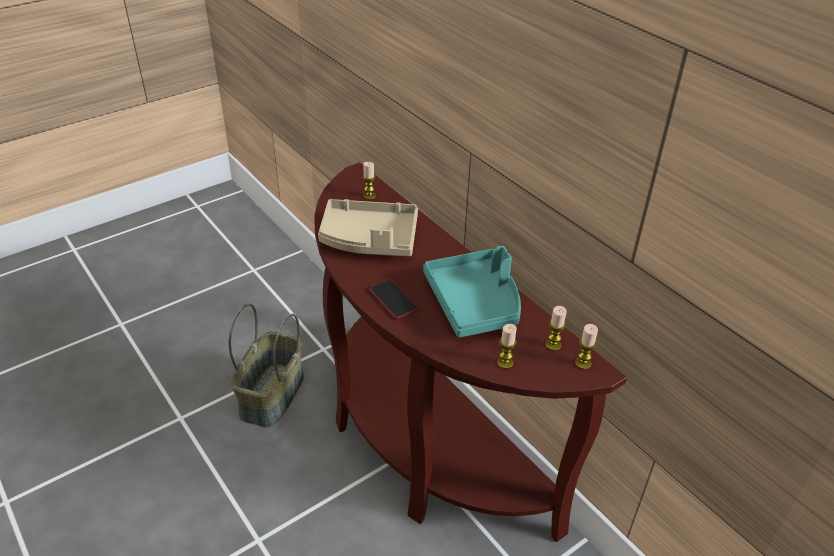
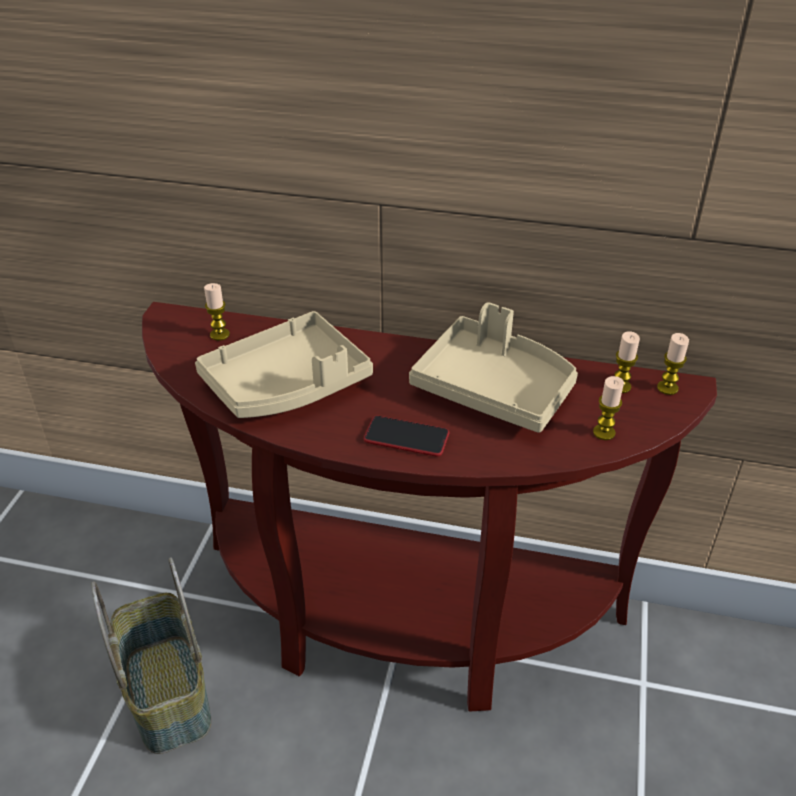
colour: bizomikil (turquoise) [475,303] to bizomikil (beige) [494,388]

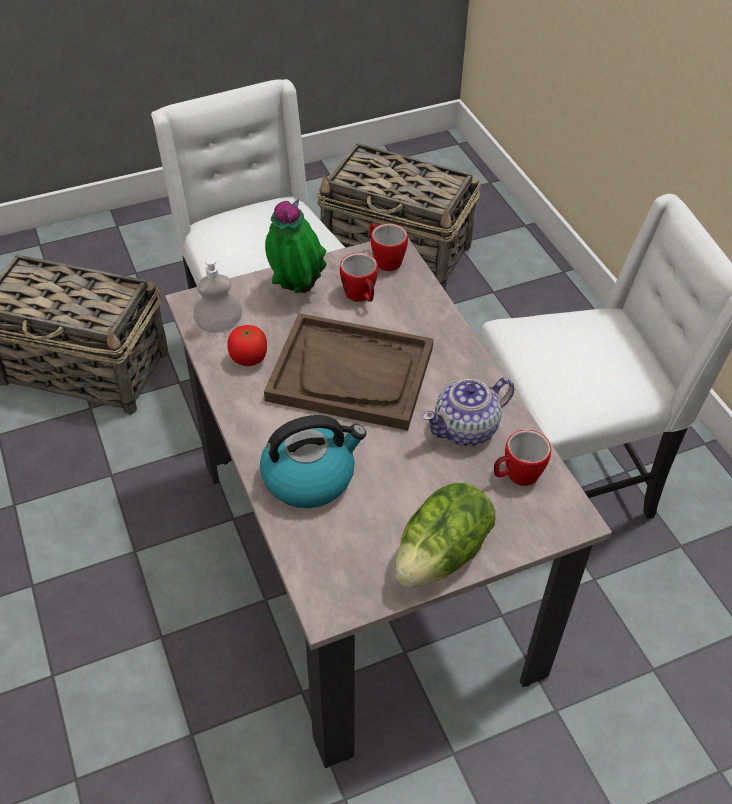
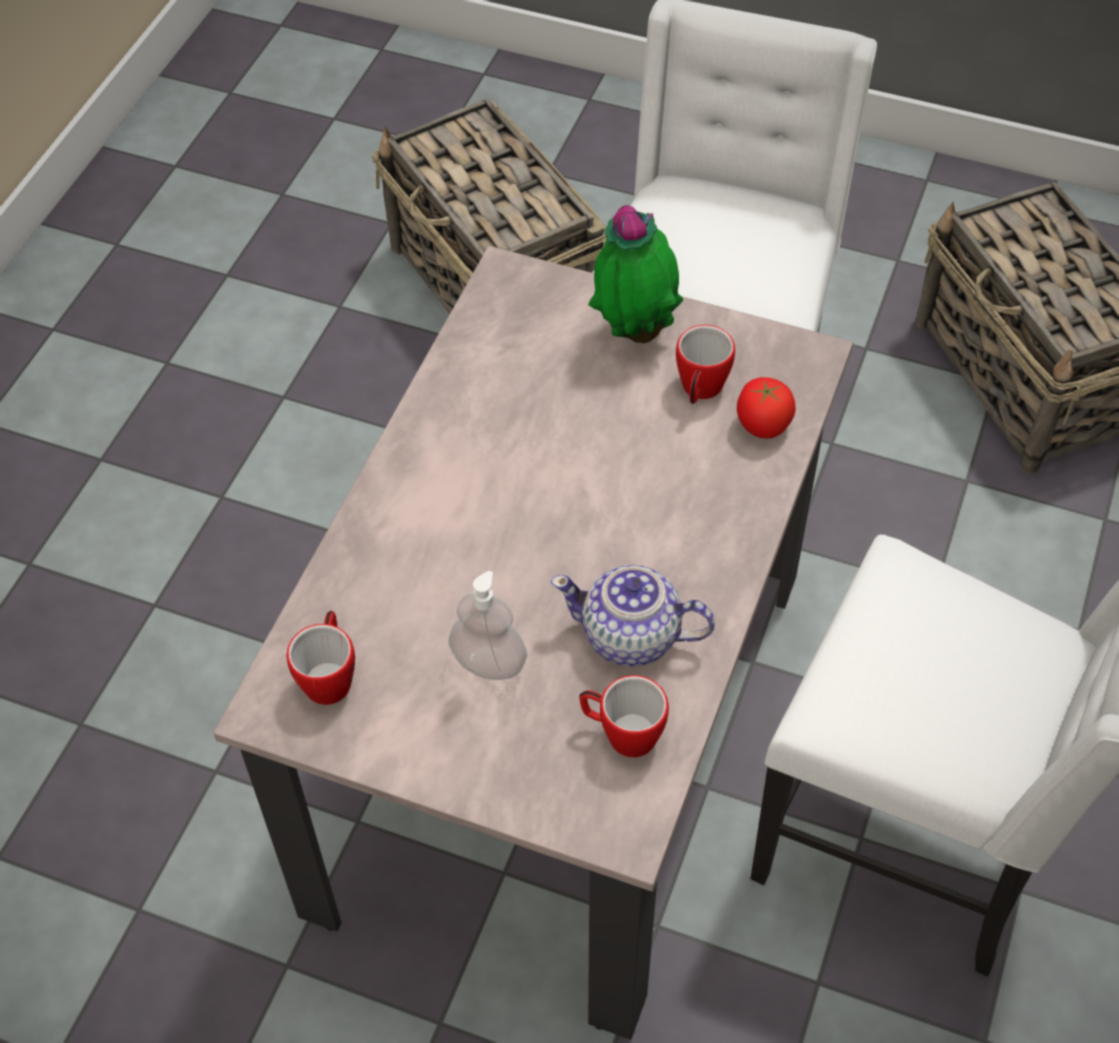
missing: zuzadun [310,476]; bizomikil (brown) [351,374]; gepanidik [443,555]
relocated: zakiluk [384,259] to [330,675]; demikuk [219,325] to [489,663]; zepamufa [248,359] to [762,426]

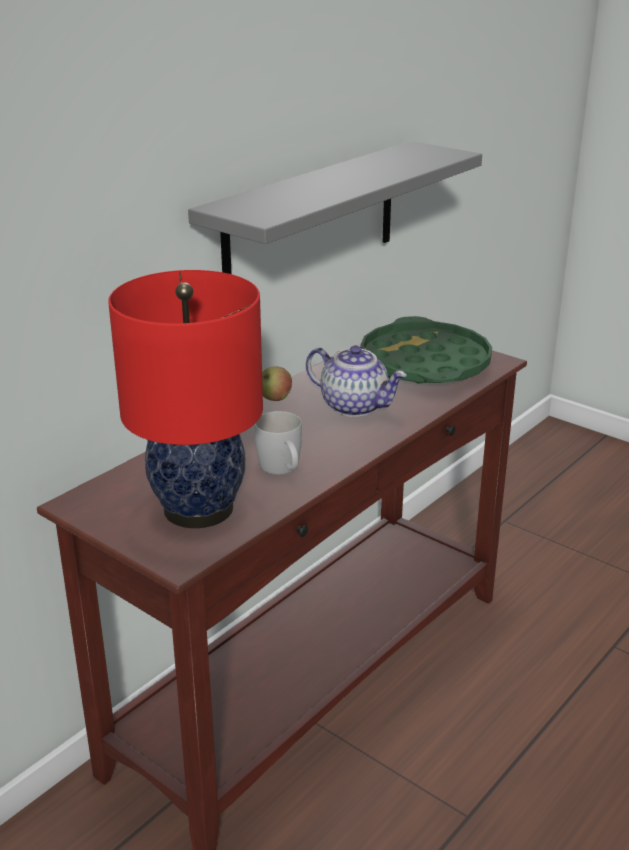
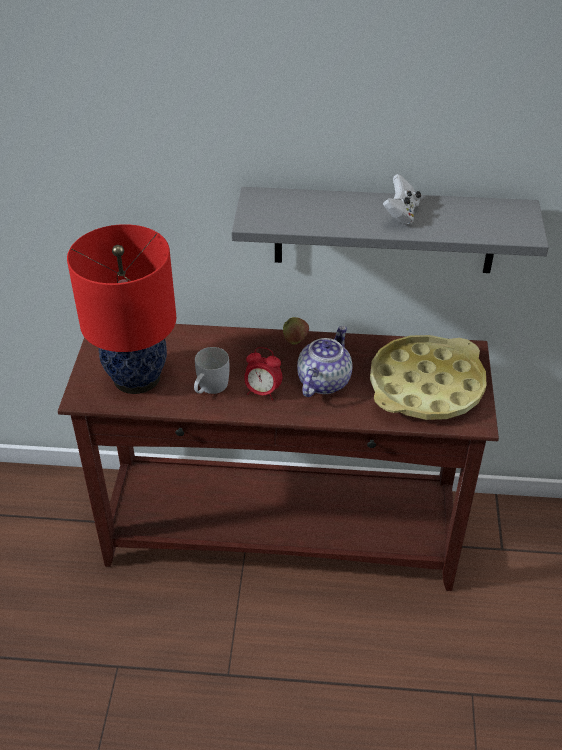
appeared: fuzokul [262,392]; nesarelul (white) [401,214]
colour: bizomikil (green) [424,364] to bizomikil (yellow) [426,385]
spun: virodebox [355,406] = [323,381] 150 degrees counterclockwise

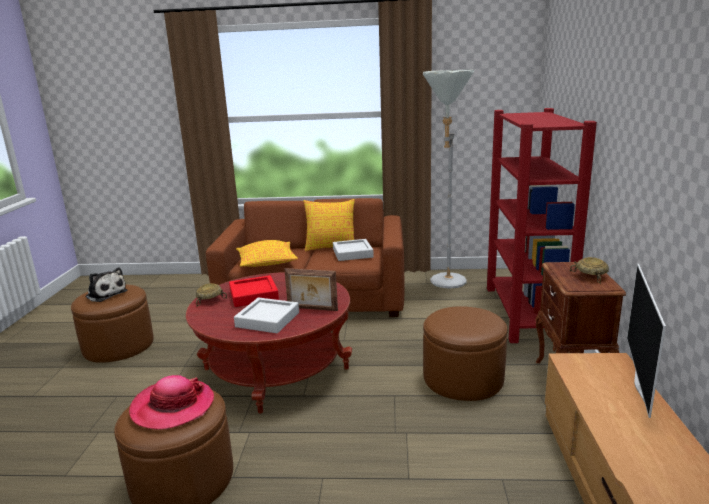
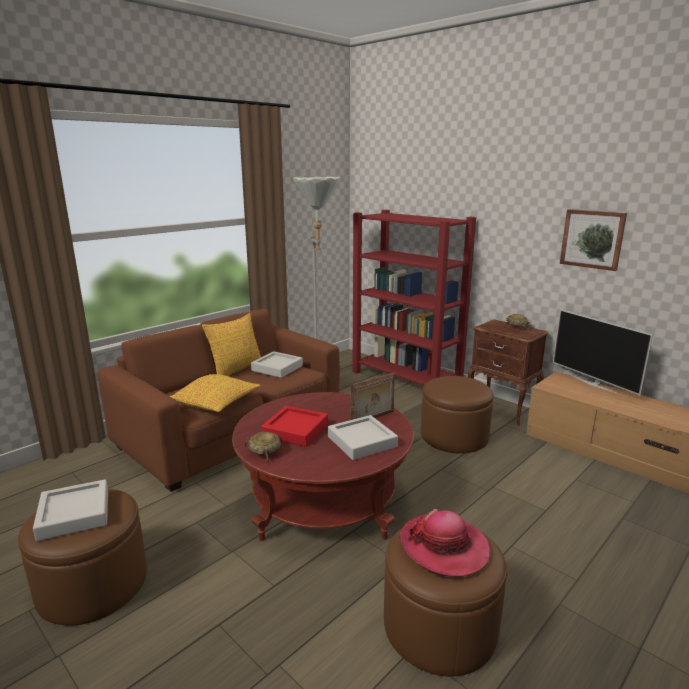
appeared: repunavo [592,239]
exchanged: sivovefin [105,294] to bizomikil (grey) [74,514]

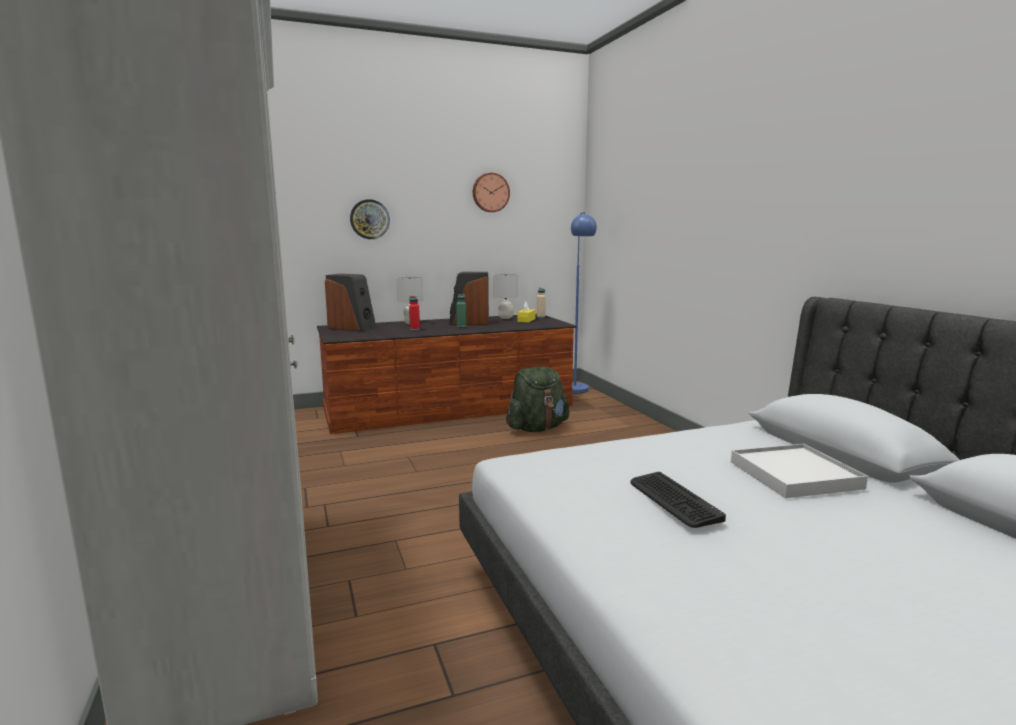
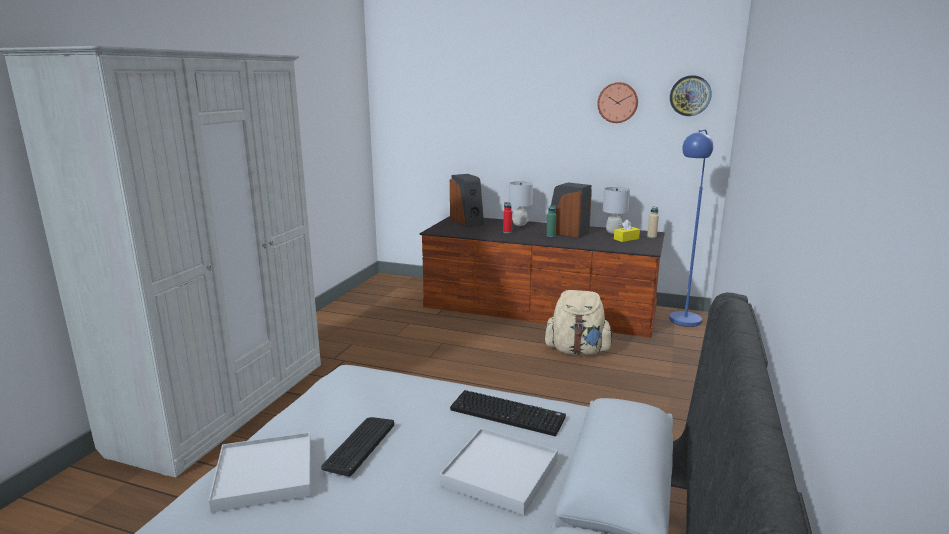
appeared: bizomikil (white) [264,475]; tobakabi [509,413]
relocated: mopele [369,219] to [690,95]
colour: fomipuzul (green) [537,429] to fomipuzul (beige) [577,351]

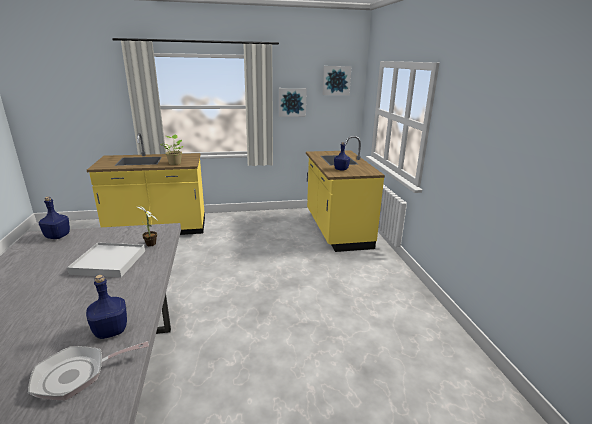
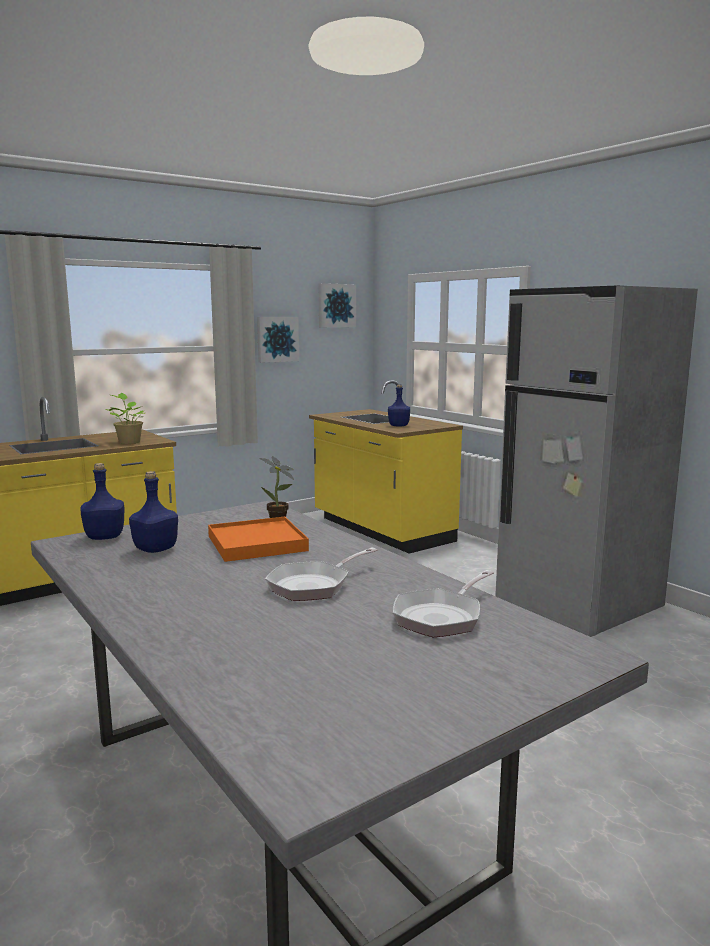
appeared: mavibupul [313,585]; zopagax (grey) [580,602]
relocated: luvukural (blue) [112,330] to [156,549]
colour: bizomikil (white) [109,262] to bizomikil (orange) [257,543]

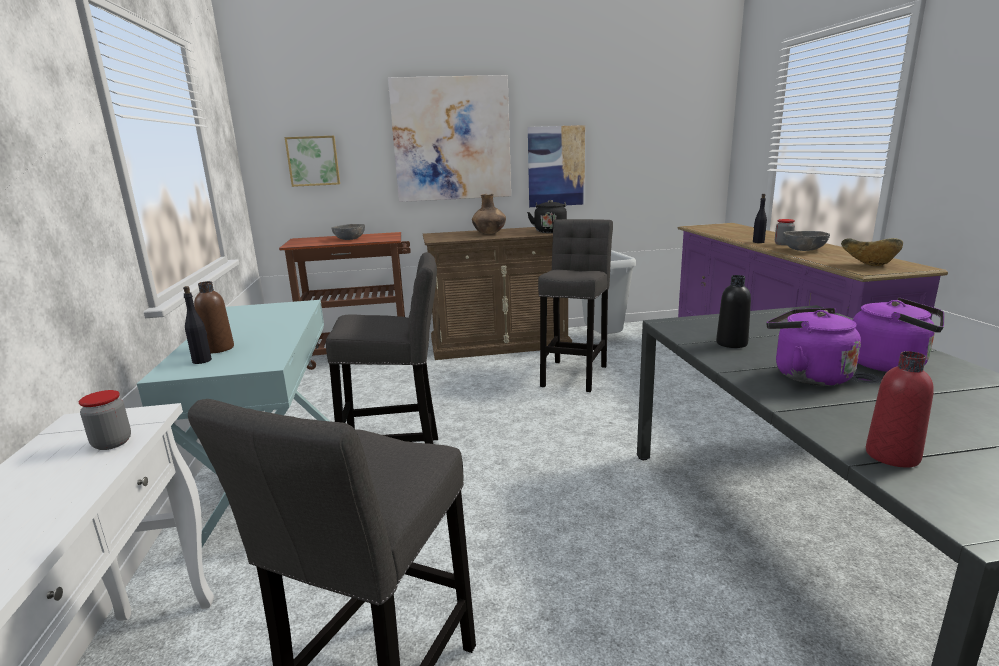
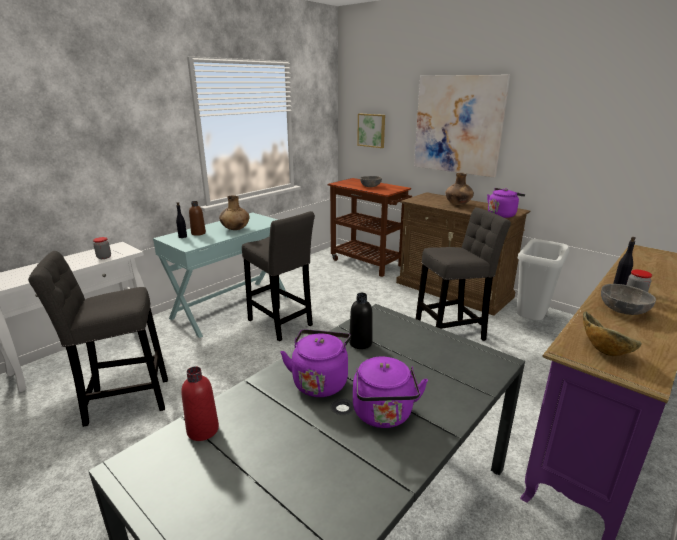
missing: repunavo [556,166]
appeared: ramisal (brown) [235,229]
colour: zuzadun (black) [550,231] to zuzadun (purple) [502,215]

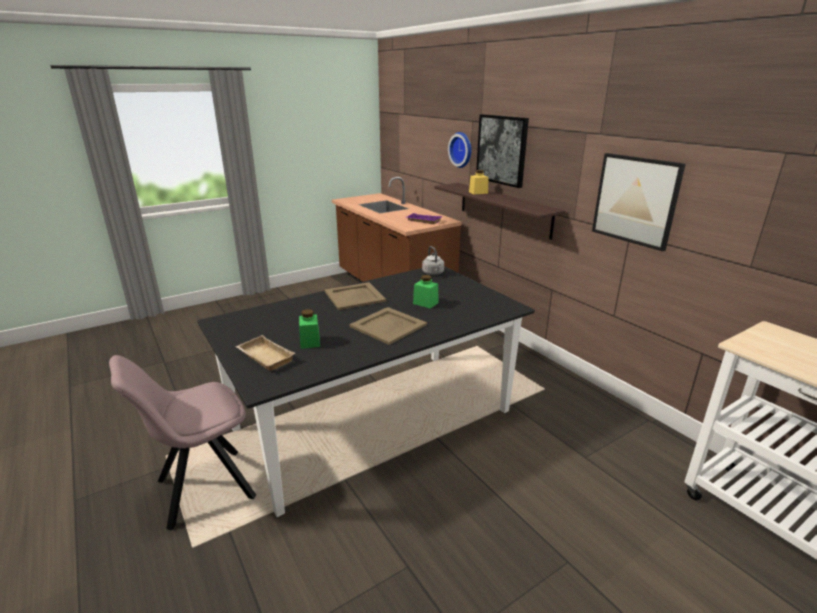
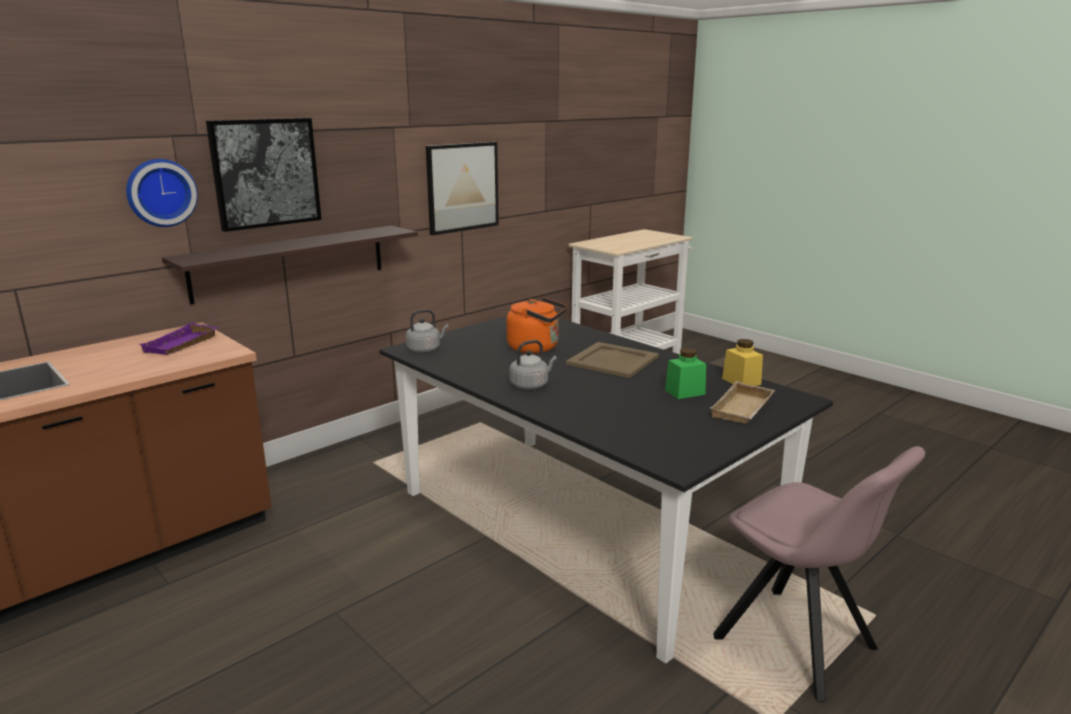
relocated: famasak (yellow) [478,192] to [741,381]
exchanged: famasak (green) [425,303] to zuzadun (orange) [536,348]; bizomikil (beige) [355,296] to zuzadun (grey) [531,385]

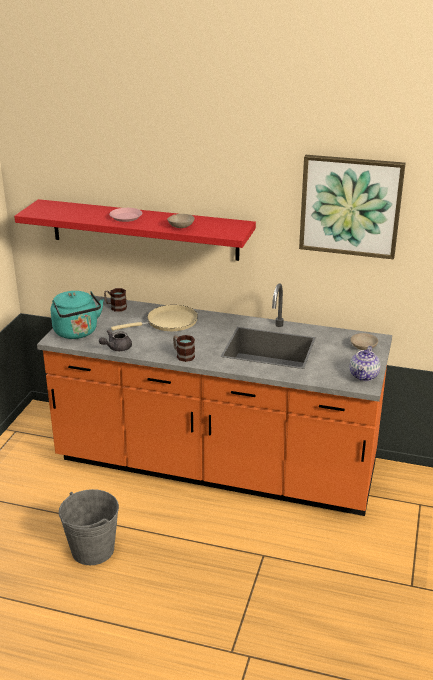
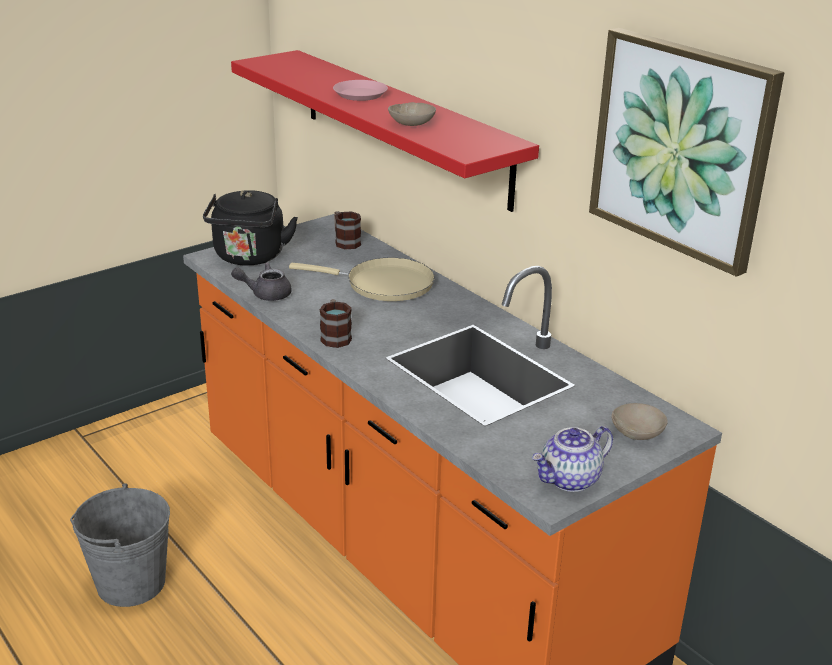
colour: zuzadun (turquoise) [77,333] to zuzadun (black) [249,258]

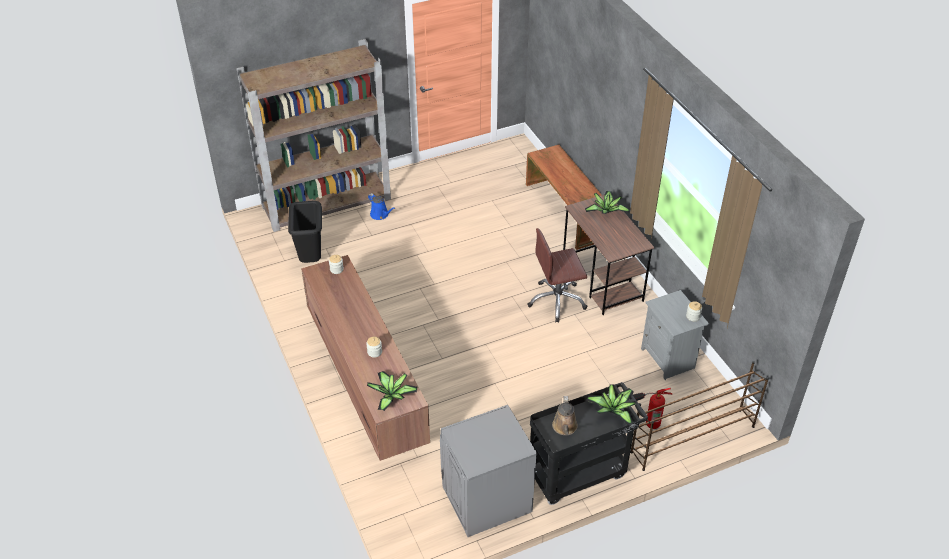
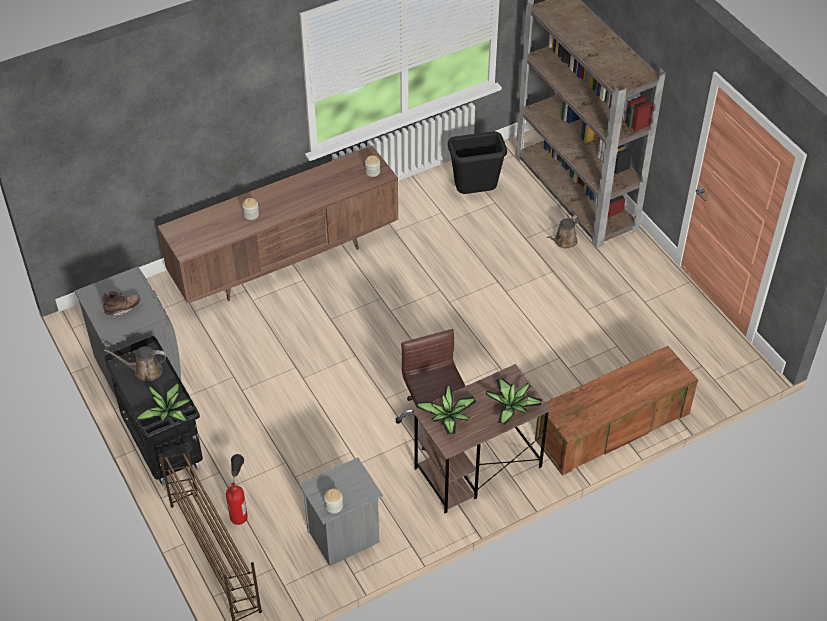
appeared: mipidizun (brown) [123,309]
relocated: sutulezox [392,395] to [448,417]
colour: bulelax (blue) [380,215] to bulelax (brown) [564,242]

